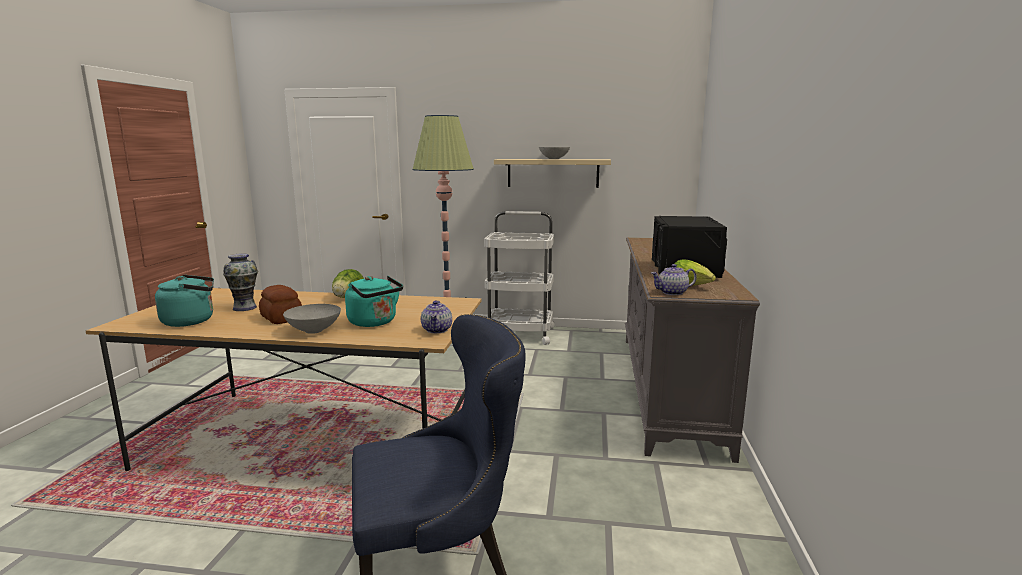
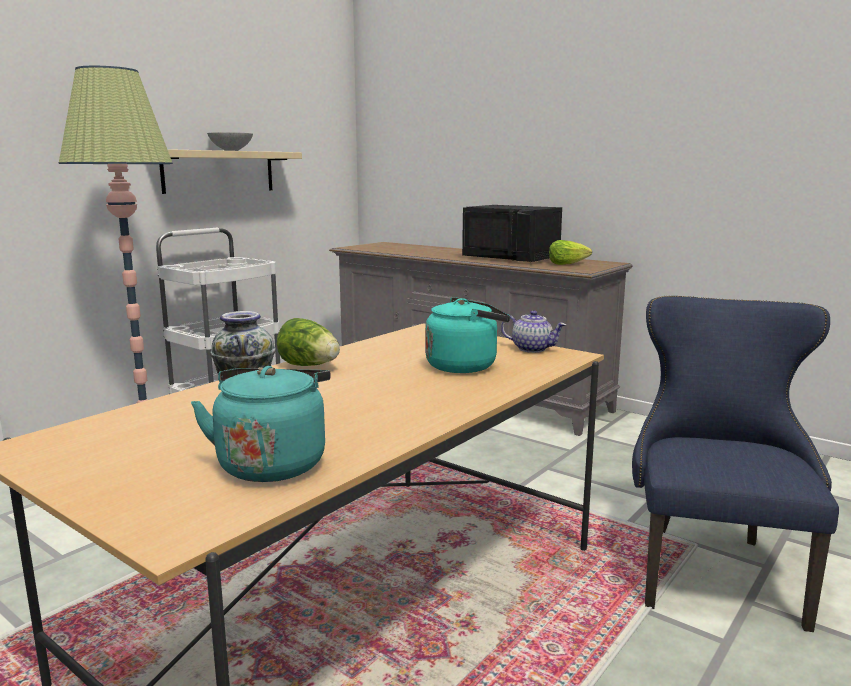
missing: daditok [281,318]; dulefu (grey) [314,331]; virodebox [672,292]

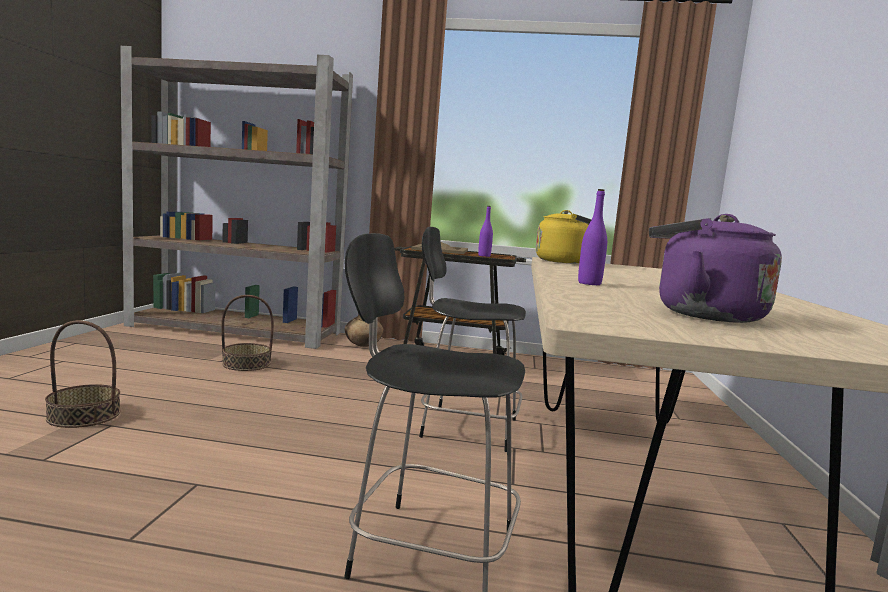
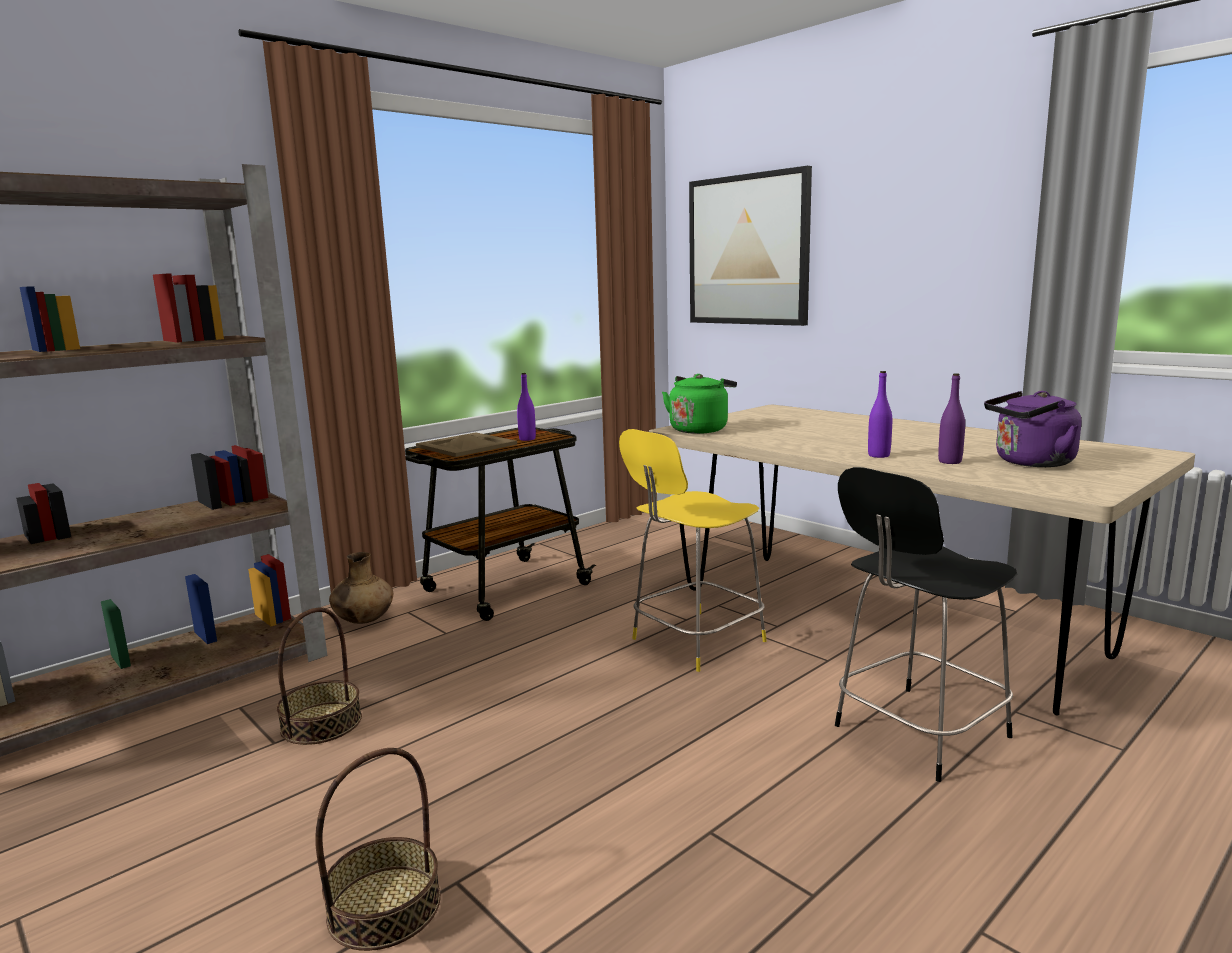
appeared: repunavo [748,250]; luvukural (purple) [950,462]
colour: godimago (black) [465,427] to godimago (yellow) [694,641]; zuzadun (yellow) [564,261] to zuzadun (green) [700,429]

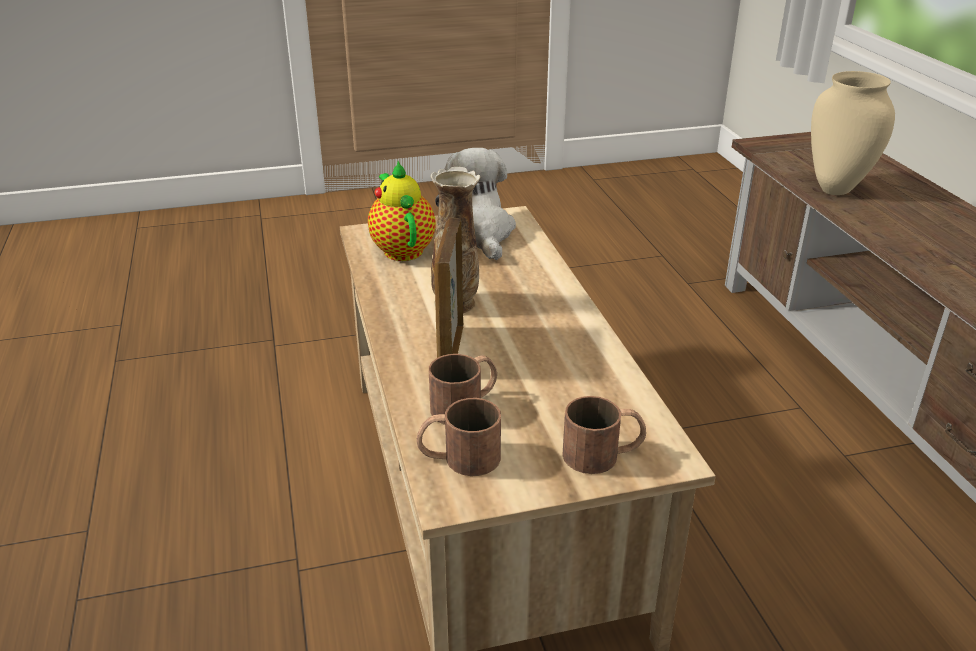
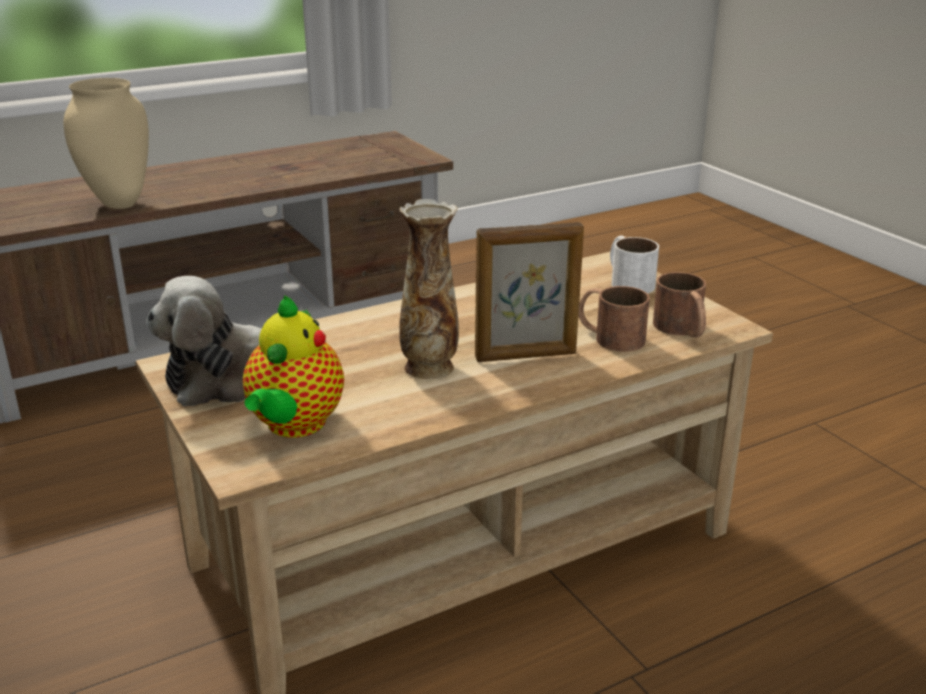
colour: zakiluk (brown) [603,454] to zakiluk (white) [627,281]
spun: virodebox [402,249] = [294,426] 45 degrees counterclockwise

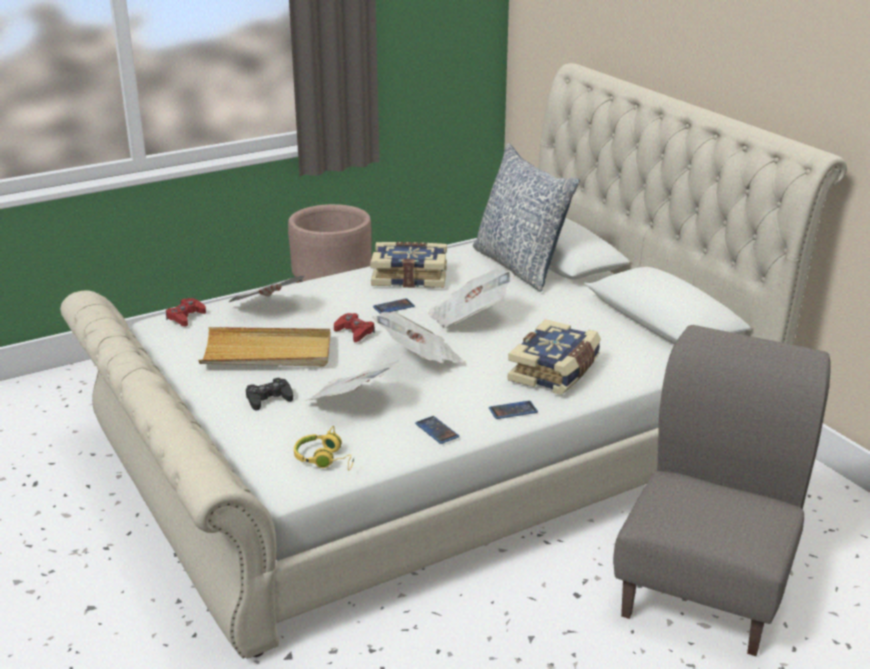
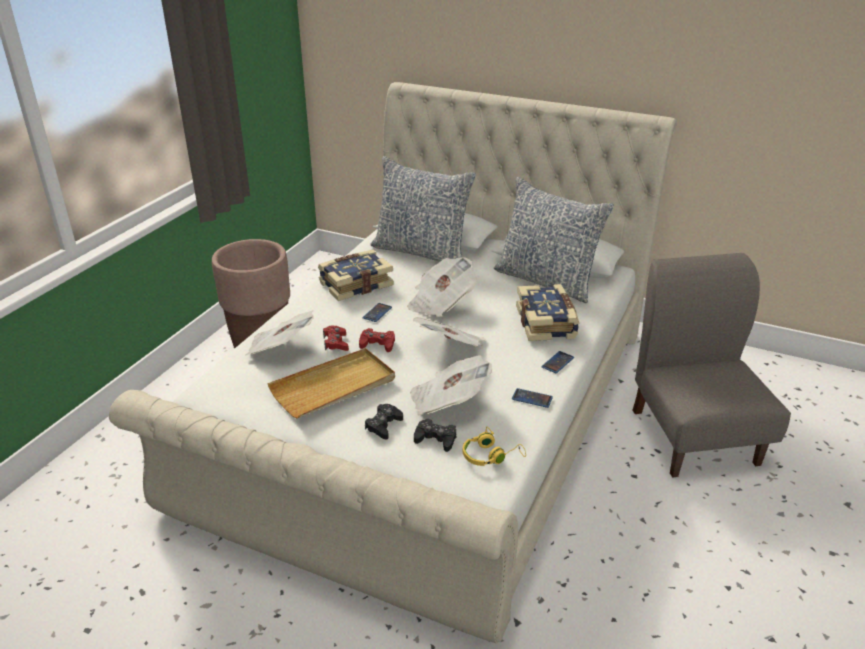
appeared: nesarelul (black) [435,439]; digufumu [546,281]
relocated: nesarelul (red) [185,317] to [335,343]

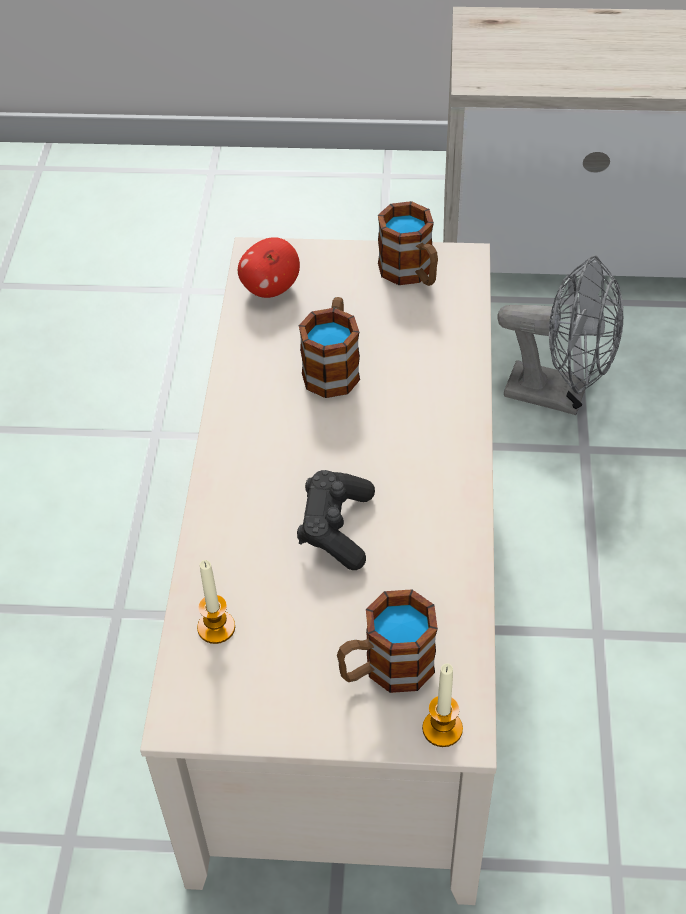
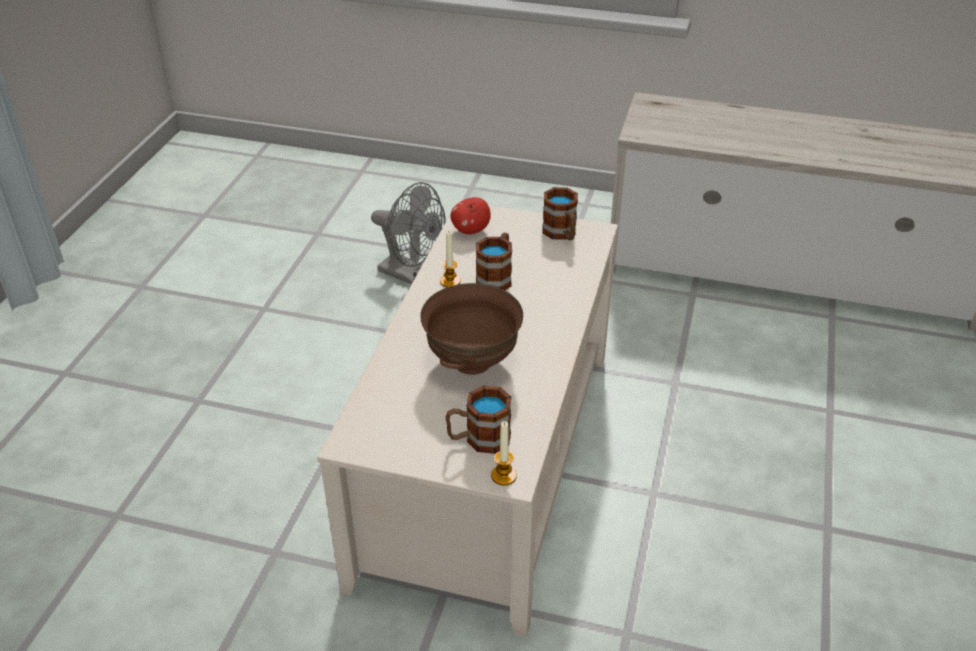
relocated: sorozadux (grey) [558,394] to [412,275]; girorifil [216,627] to [450,281]
exchanged: nesarelul (black) [336,529] to dulefu (brown) [471,362]

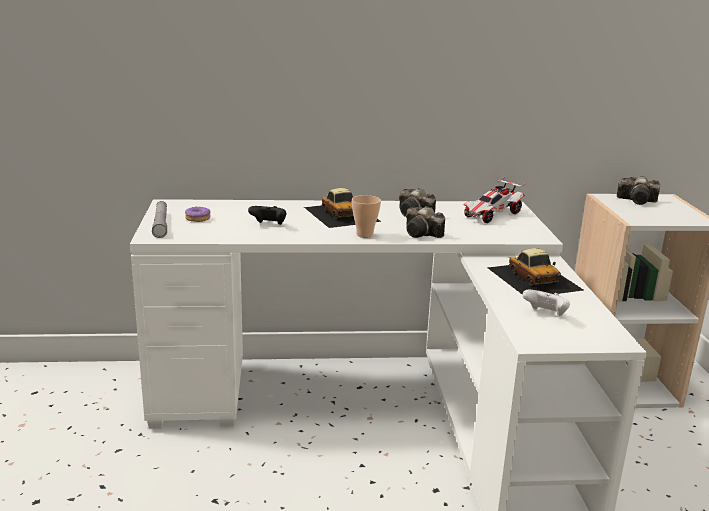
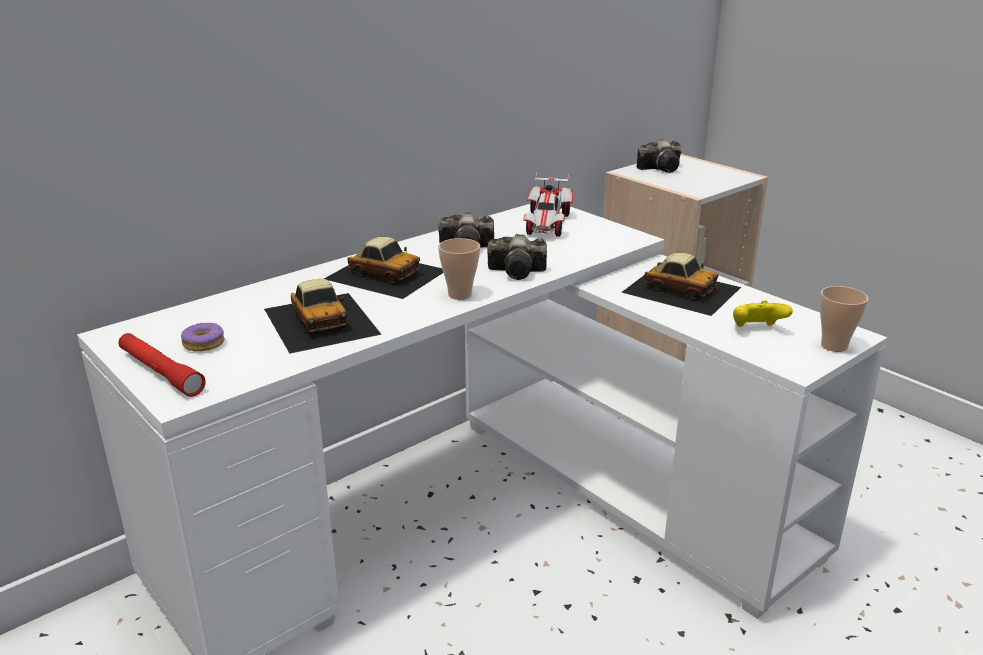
appeared: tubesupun [834,346]
exchanged: nesarelul (black) [269,225] to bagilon [321,320]
colour: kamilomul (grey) [161,224] to kamilomul (red) [161,372]; nesarelul (white) [545,315] to nesarelul (yellow) [756,329]

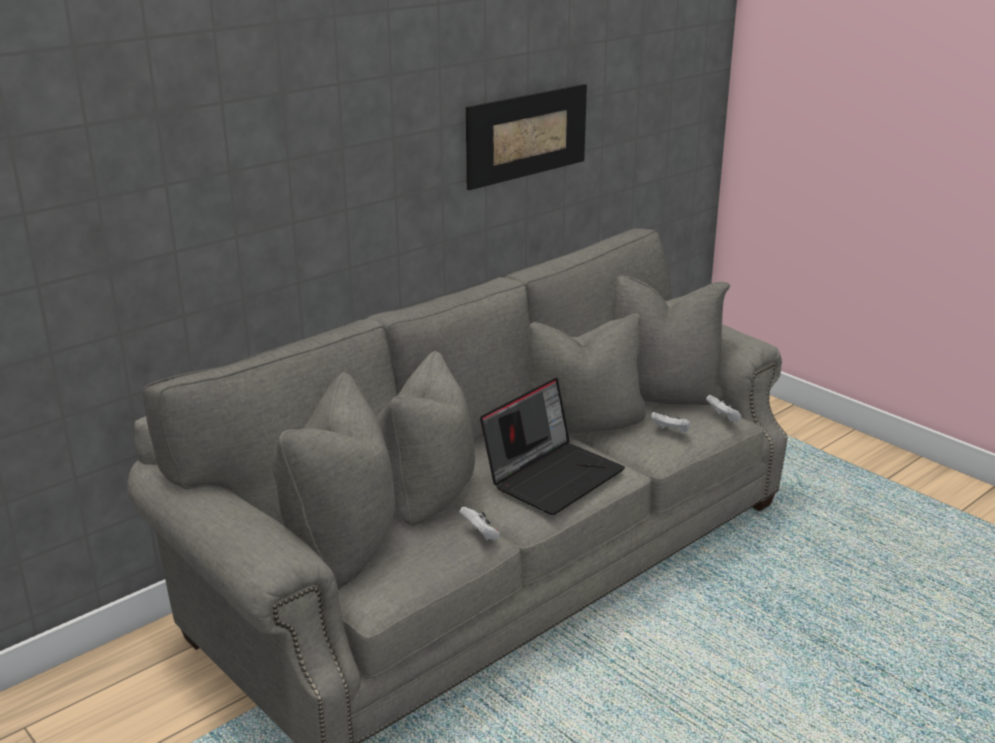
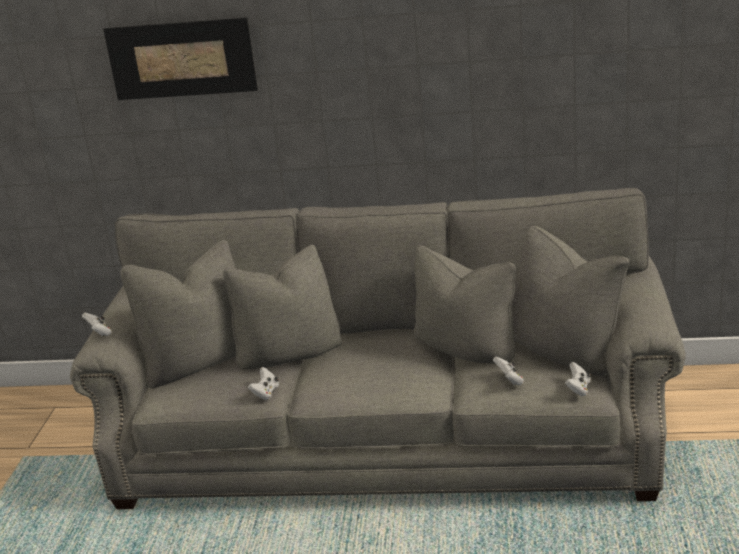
missing: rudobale [553,475]
appeared: nesarelul (white) [99,333]
relocated: repunavo [527,135] to [181,59]

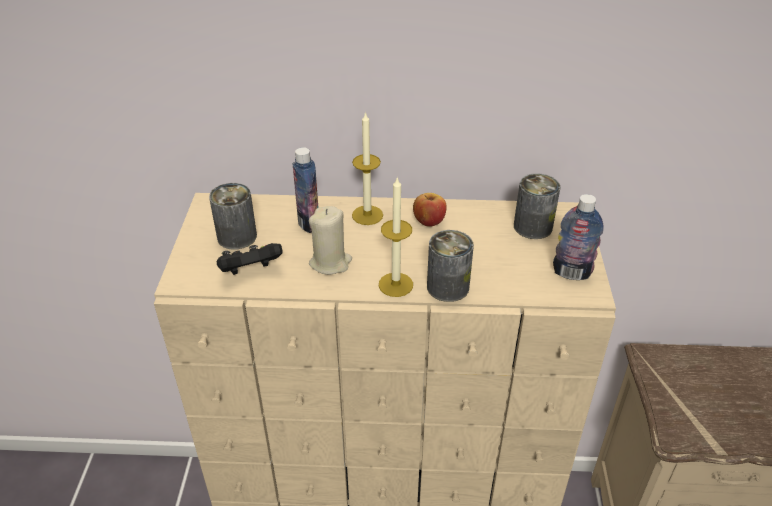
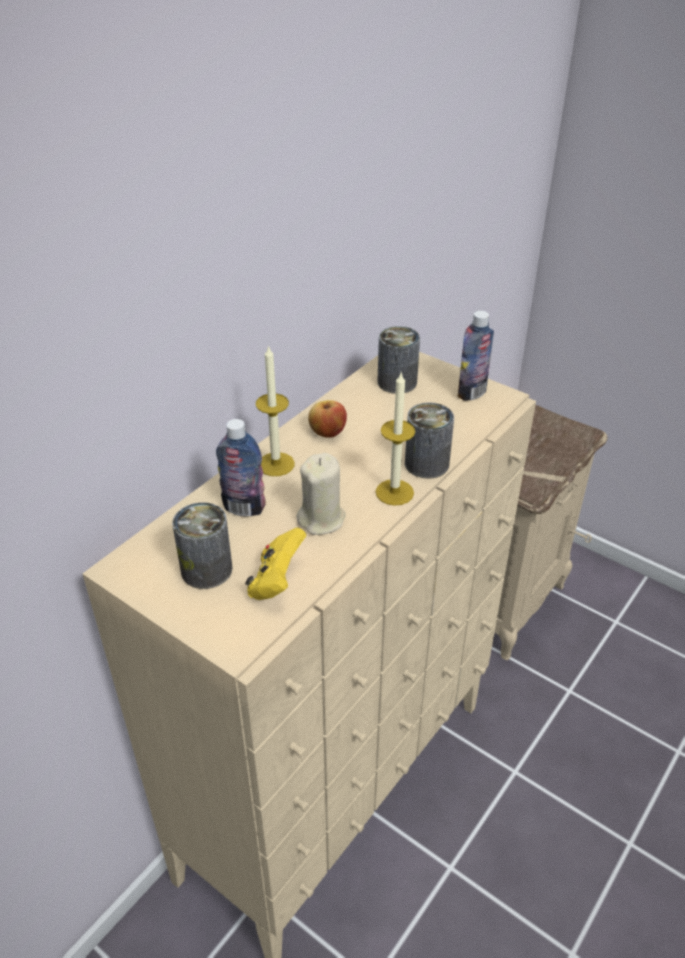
colour: nesarelul (black) [250,271] to nesarelul (yellow) [276,581]

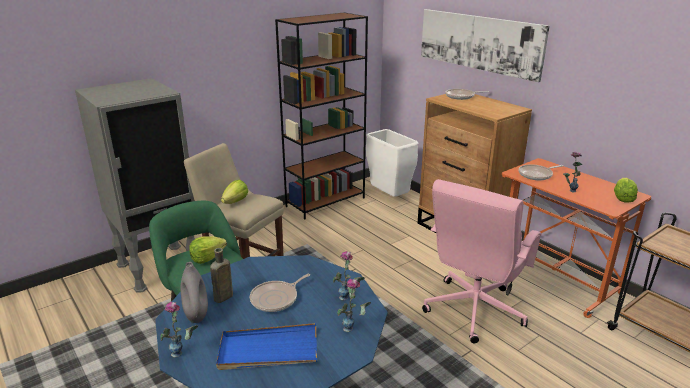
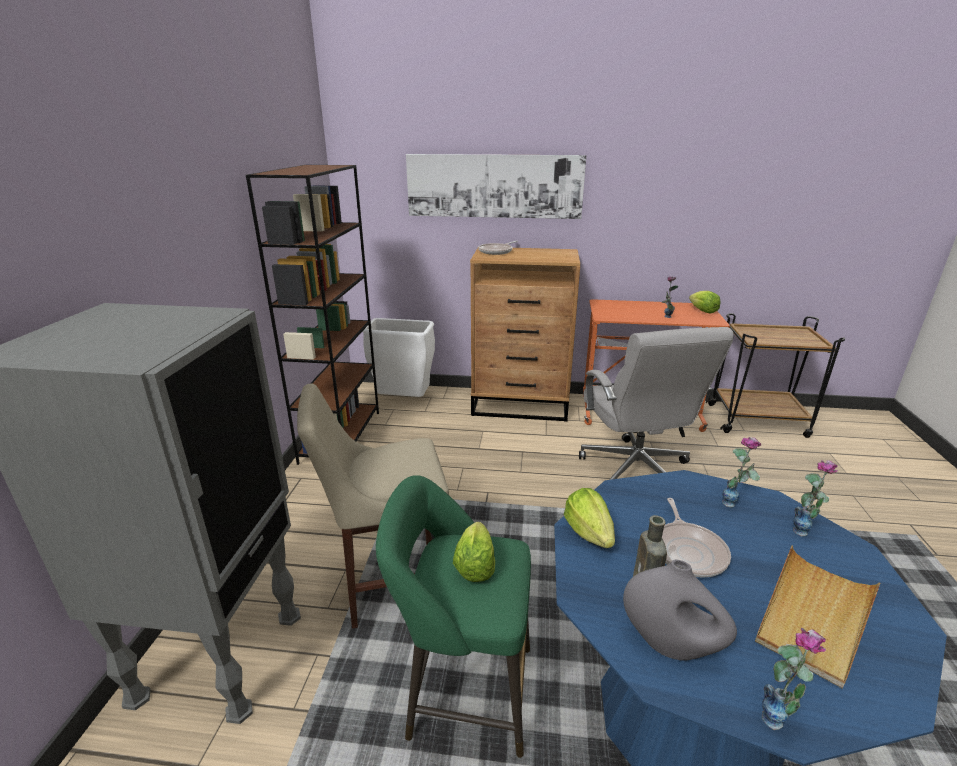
missing: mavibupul [537,175]
relocated: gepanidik [235,201] to [589,533]
colour: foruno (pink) [474,308] to foruno (grey) [635,469]; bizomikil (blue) [268,350] to bizomikil (beige) [814,616]

